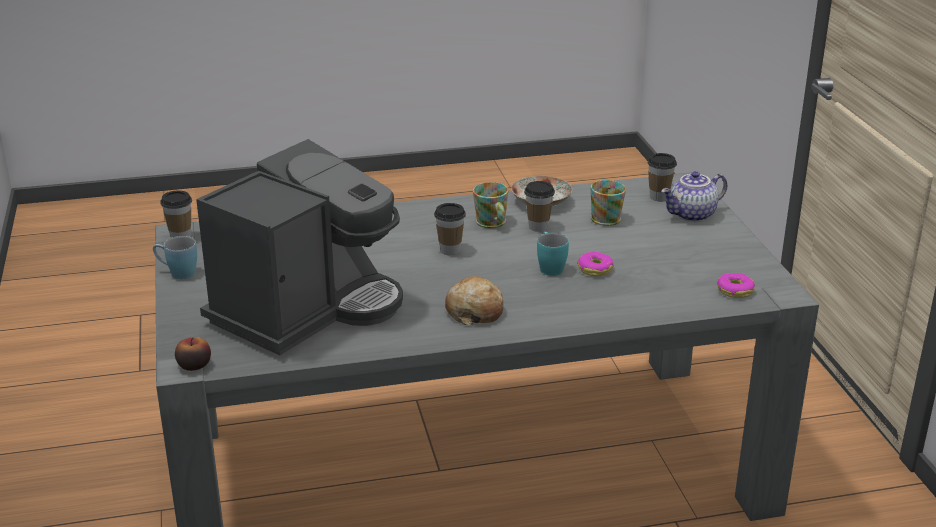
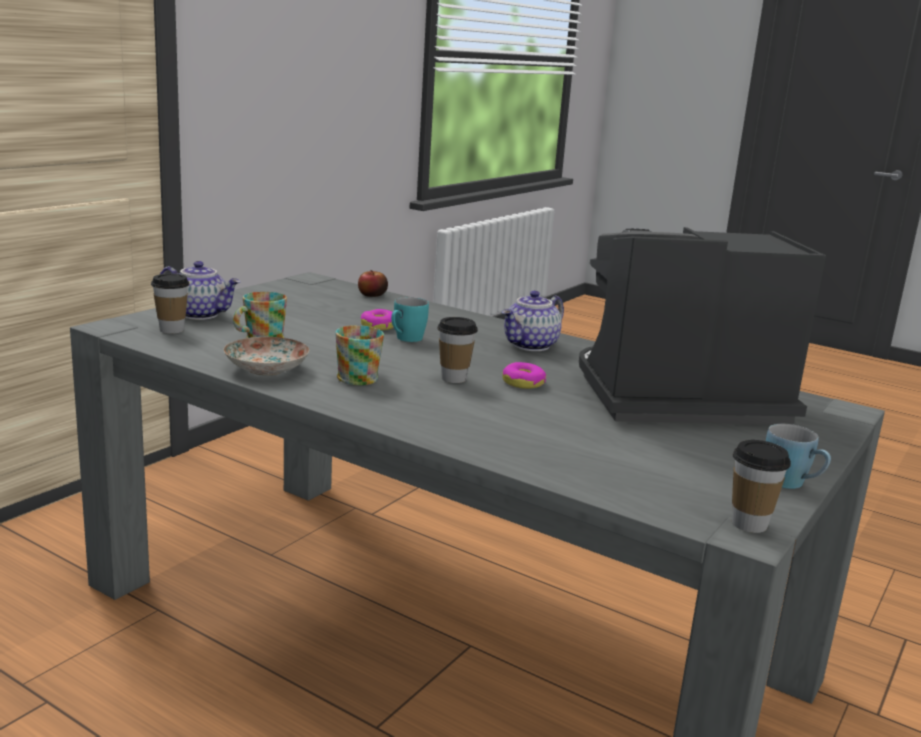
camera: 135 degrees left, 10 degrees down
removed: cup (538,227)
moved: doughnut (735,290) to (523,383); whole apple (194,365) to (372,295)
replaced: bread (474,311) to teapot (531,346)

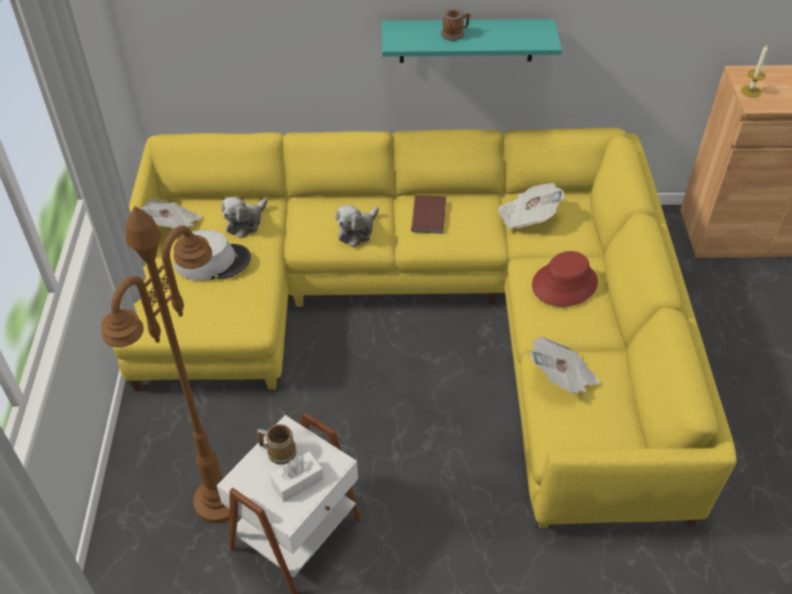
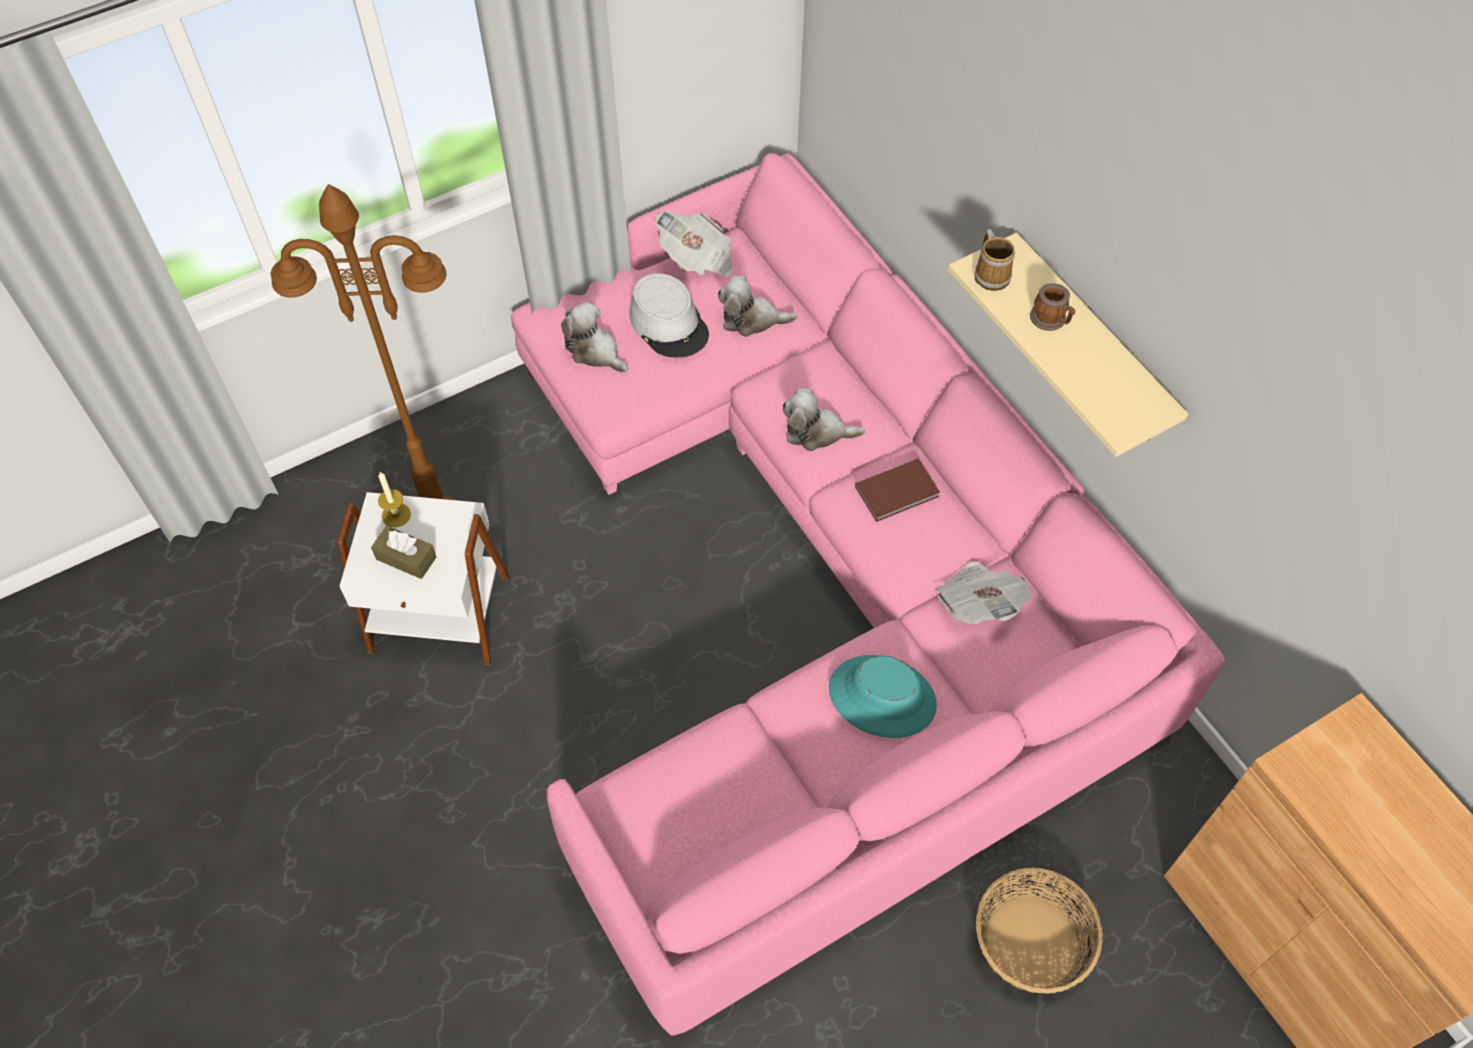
camera: 60 degrees right, 10 degrees up
removed: printed paper (562,378)
added: plush toy (595,351); storage basket (1030,940)
moved: candle (750,91) to (396,515); tea mug (280,451) to (992,274)
recoloured: blue-green shelf (466,40) to beige shelf (1091,343); yellow-coloured settee (426,311) to pink settee (823,584); reddish wearable hat (564,284) to blue-green wearable hat (882,696); whitish tissue holder (297,481) to brownish tissue holder (406,558)

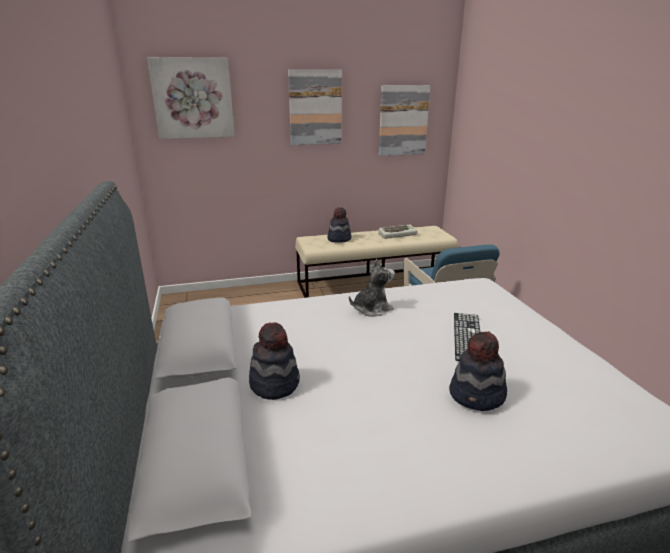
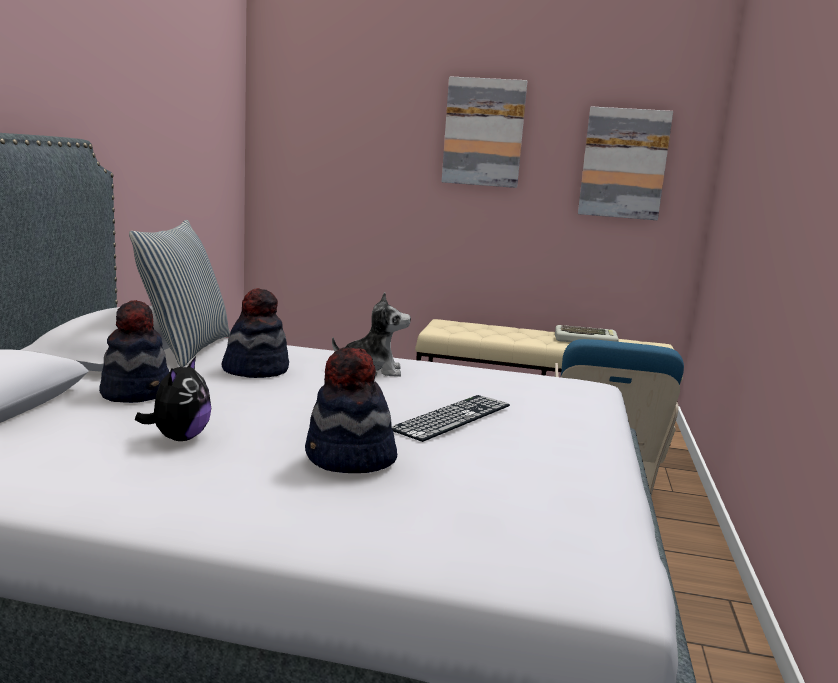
camera: 25 degrees right, 10 degrees down
removed: wall picture (193,98)
added: cushion (185,349); plush toy (179,438)
moved: wearable hat (339,239) to (256,370)

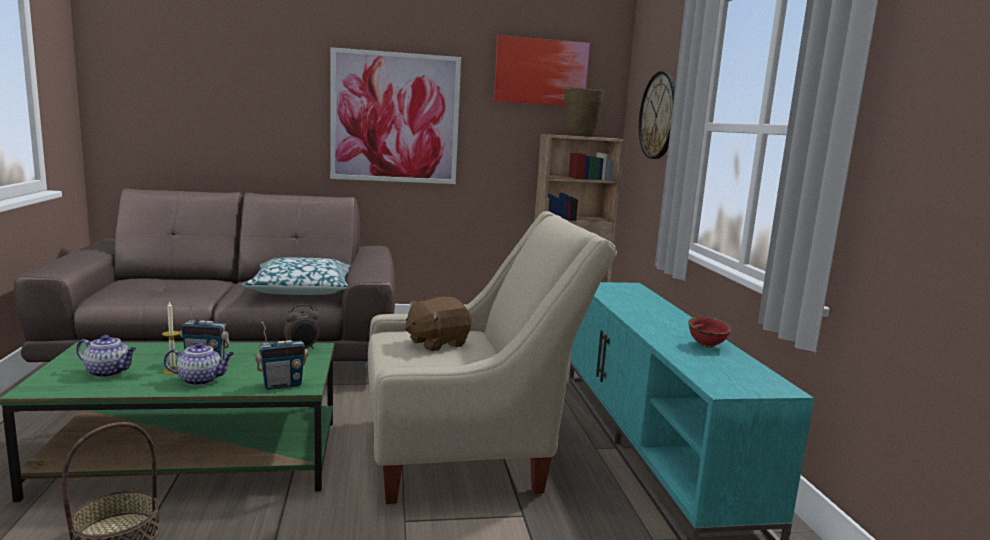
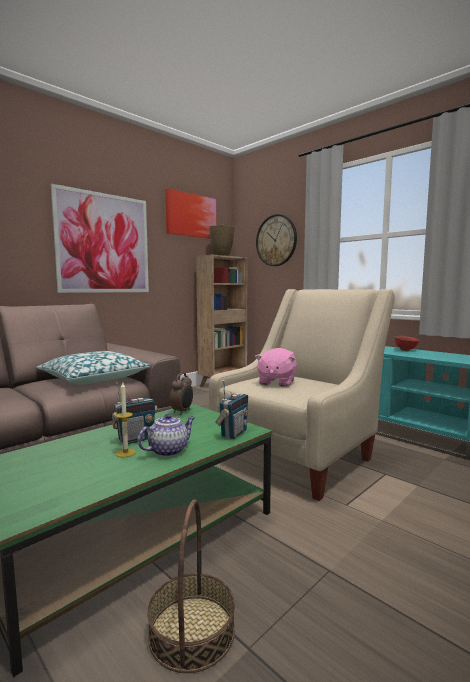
camera: 35 degrees left, 5 degrees down
removed: teapot (109,372)
recoloured: brownish plush toy (436,343) to pink plush toy (276,382)

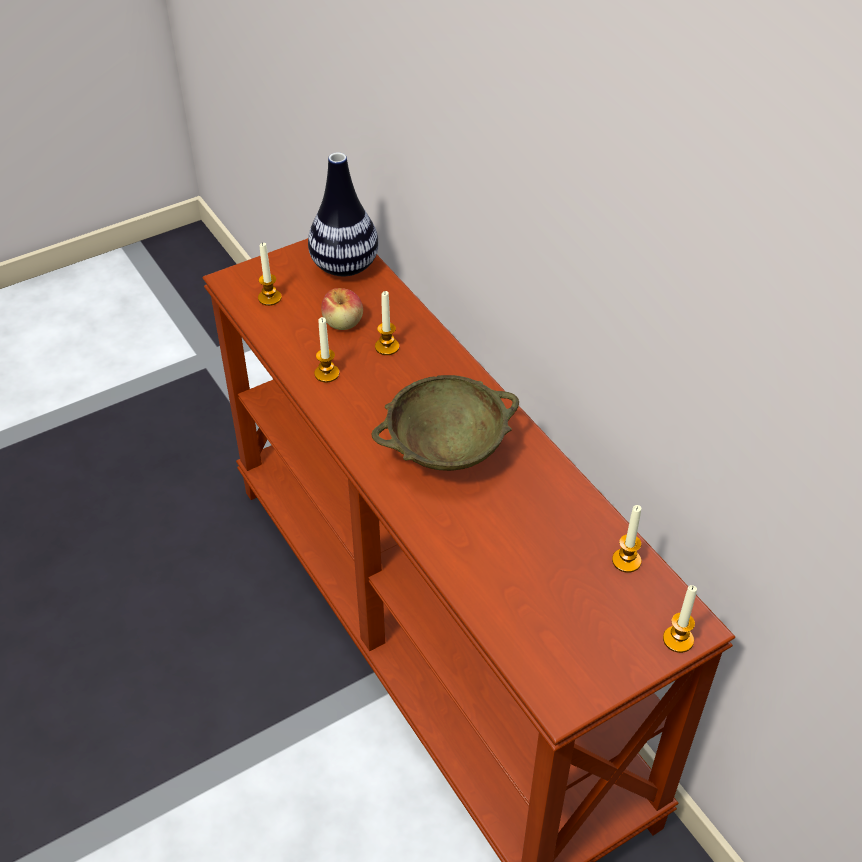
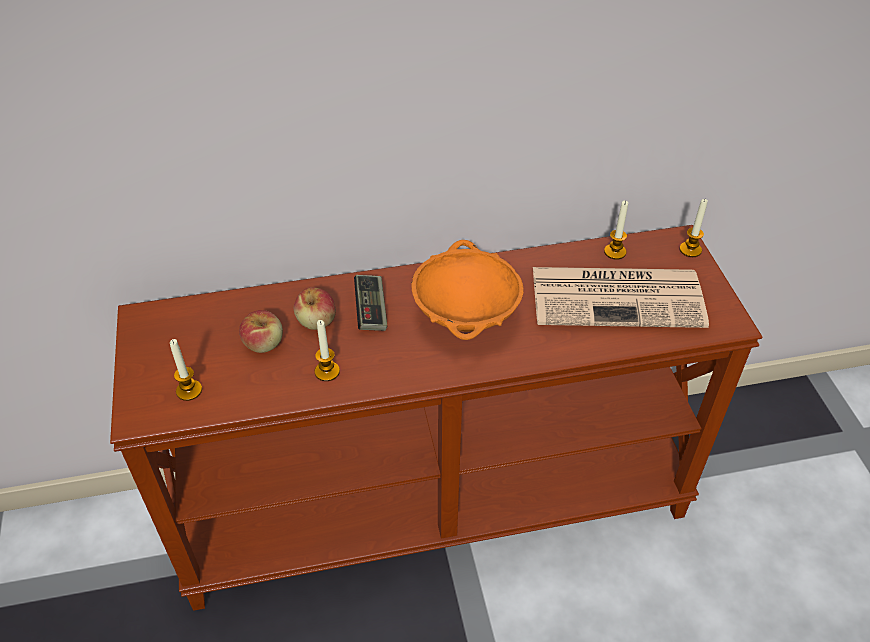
camera: 70 degrees left, 0 degrees up
removed: decorative vase (344,266)
added: printed paper (619,297); gamepad (371,310)
replaced: candle (387,347) to whole apple (316,321)
recoloured: beige bowl (446,452) to orangey bowl (465,317)

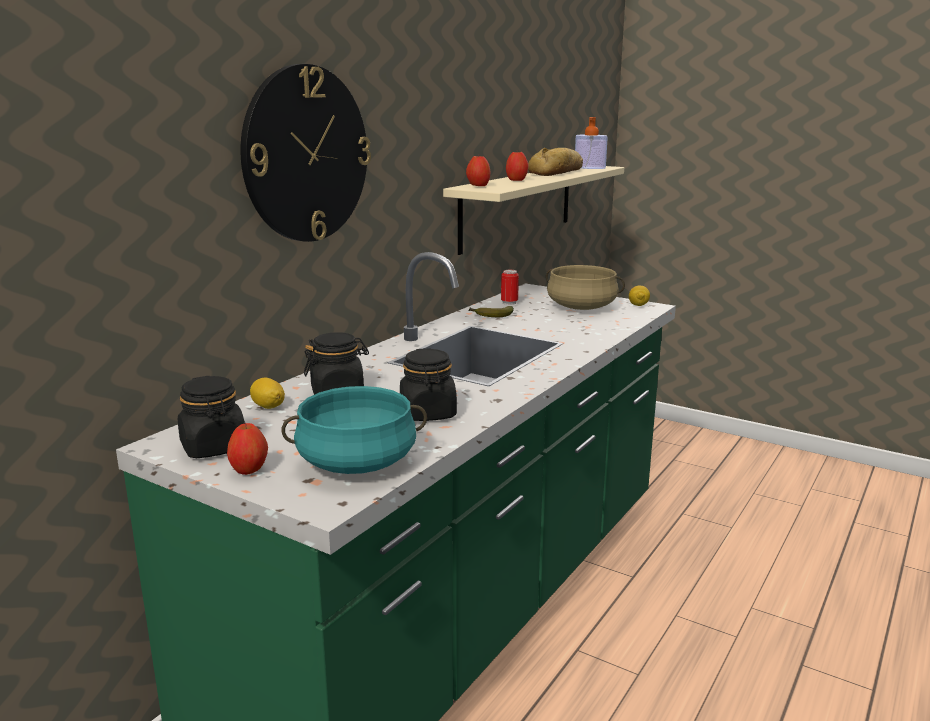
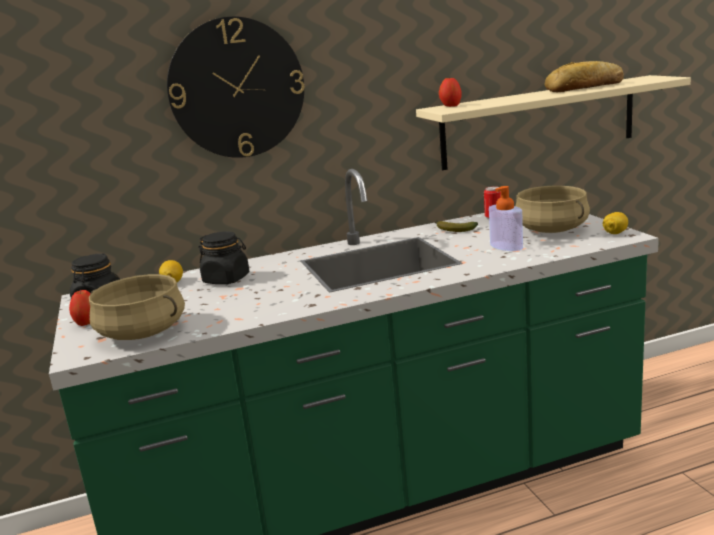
camera: 40 degrees right, 0 degrees up
removed: whole apple (516,180); black jar (428,413)
moved: liquid soap bottle (589,168) to (506,246)
recoloured: blue-green cooking pot (356,463) to beige cooking pot (141,333)

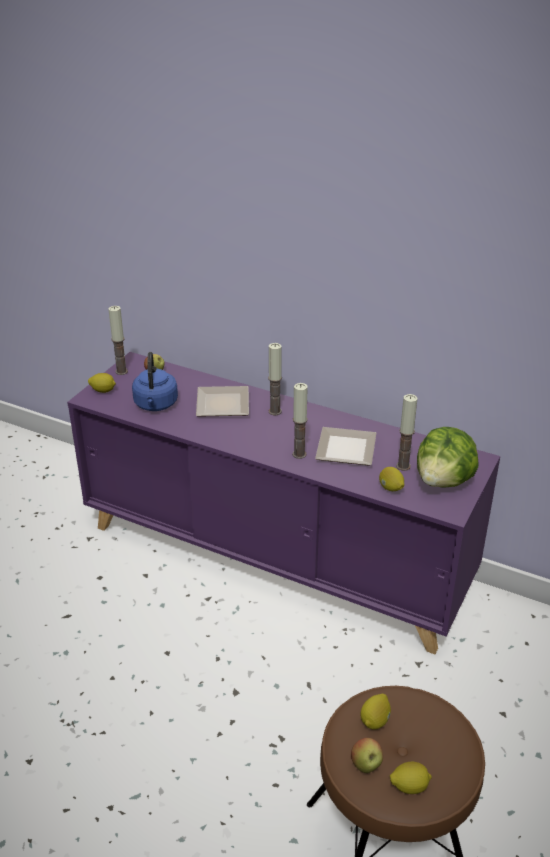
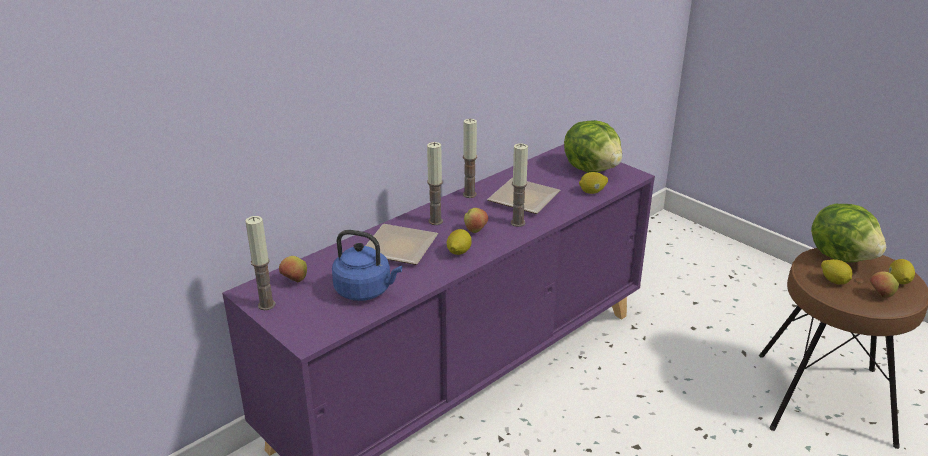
camera: 70 degrees left, 5 degrees down
added: lettuce (842,256); whole apple (475,231)
moved: citrus fruit (103,391) to (458,252); candle (403,466) to (469,194)

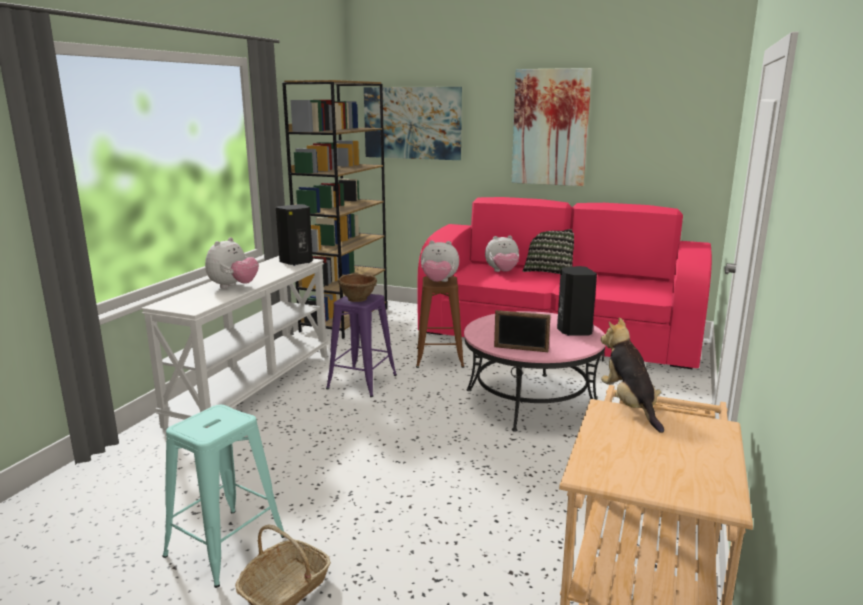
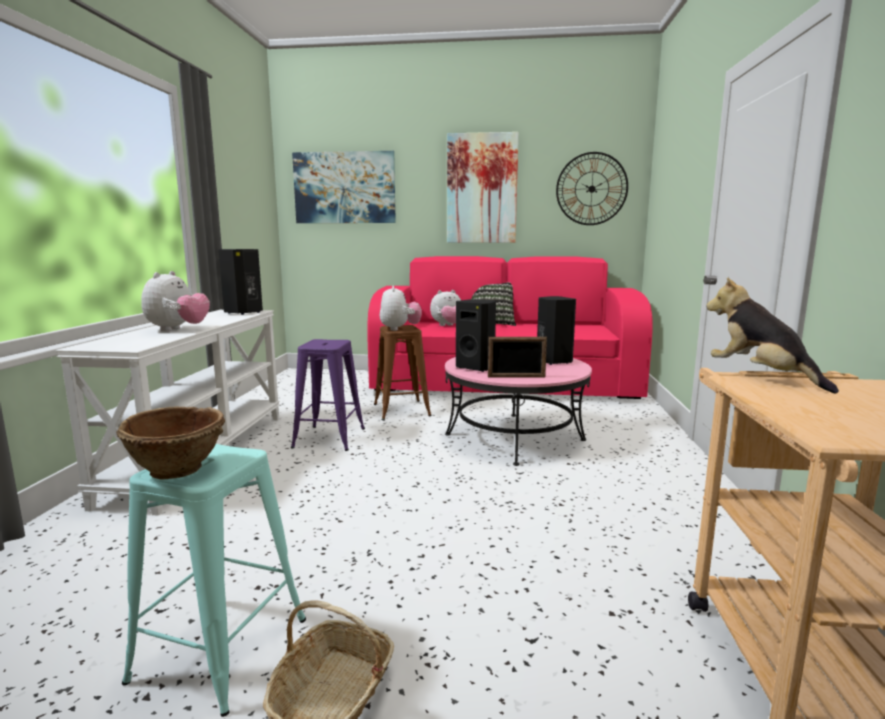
camera: 15 degrees left, 5 degrees down
removed: brownish shelving unit (345,319)
added: wall clock (591,189); black audio speaker (476,367)
moved: brownish bowl (358,299) to (179,469)
turned: plush toy (439,282) = (400,329) 90 degrees counterclockwise

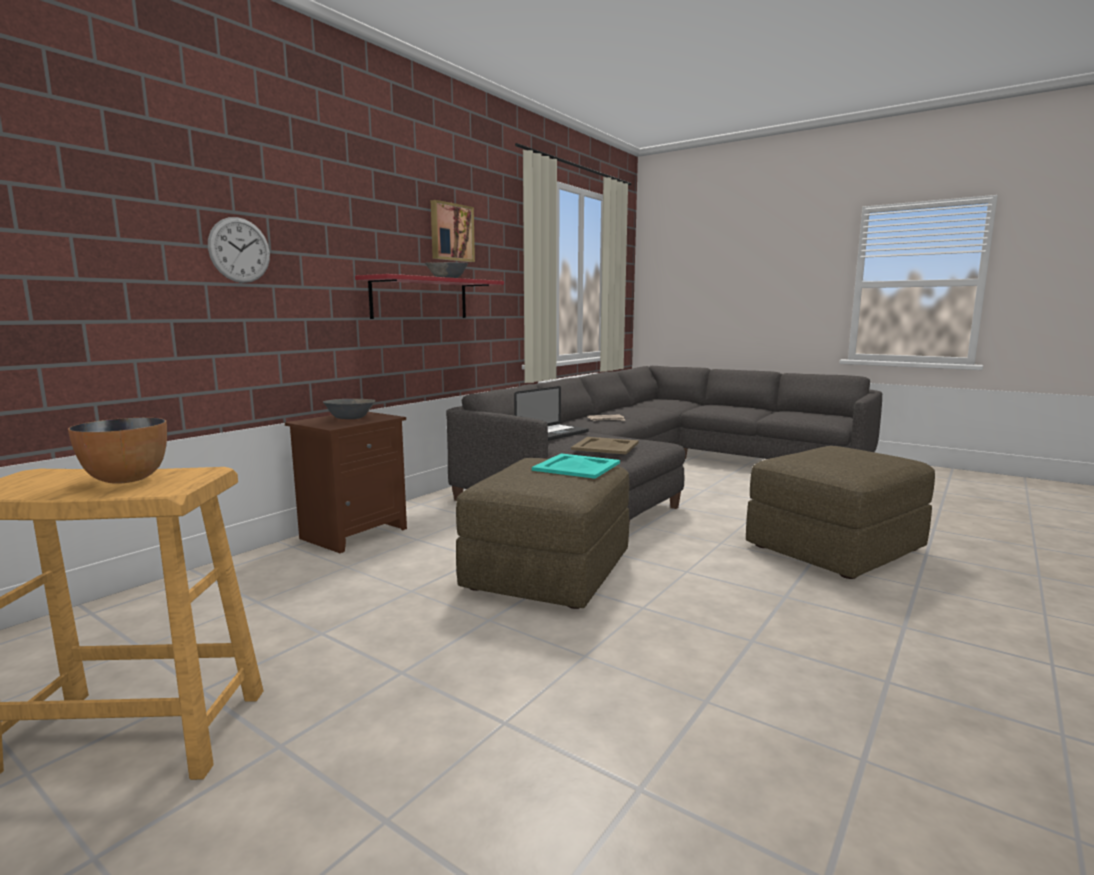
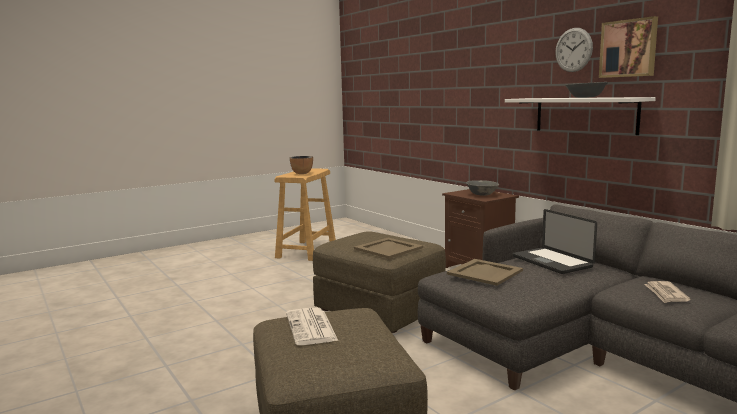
camera: 110 degrees right, 0 degrees up
added: printed paper (311,327)
moved: wall clock (239,250) to (573,50)
recoloured: reddish shelf (420,298) to whitish shelf (585,115); blue-green carrying tray (576,466) to beige carrying tray (388,248)

